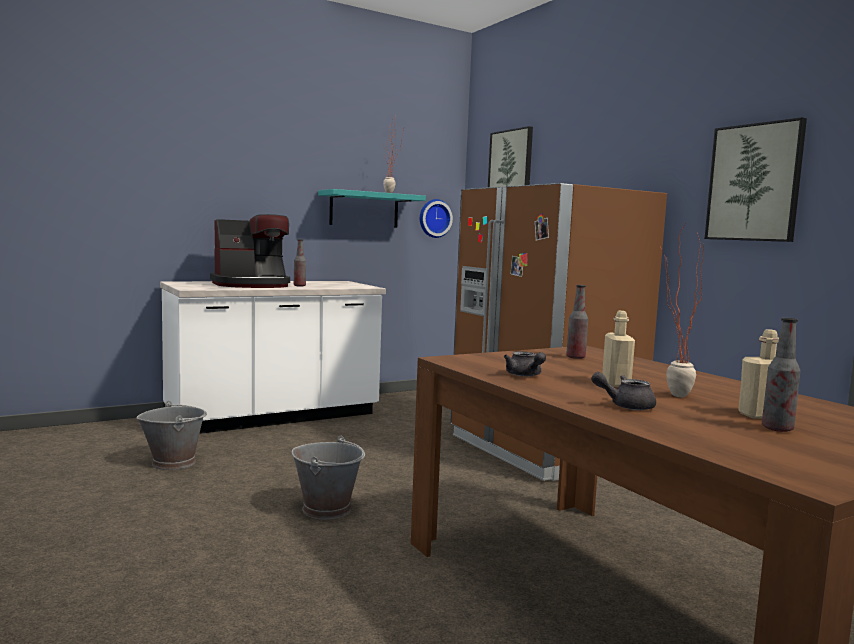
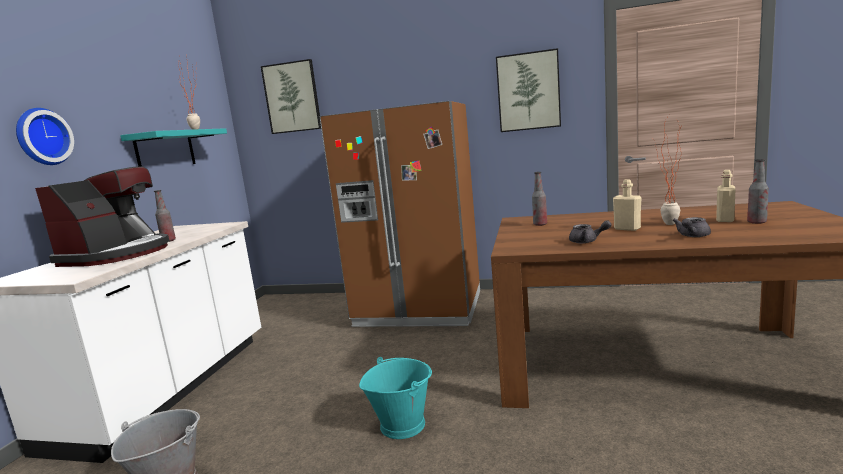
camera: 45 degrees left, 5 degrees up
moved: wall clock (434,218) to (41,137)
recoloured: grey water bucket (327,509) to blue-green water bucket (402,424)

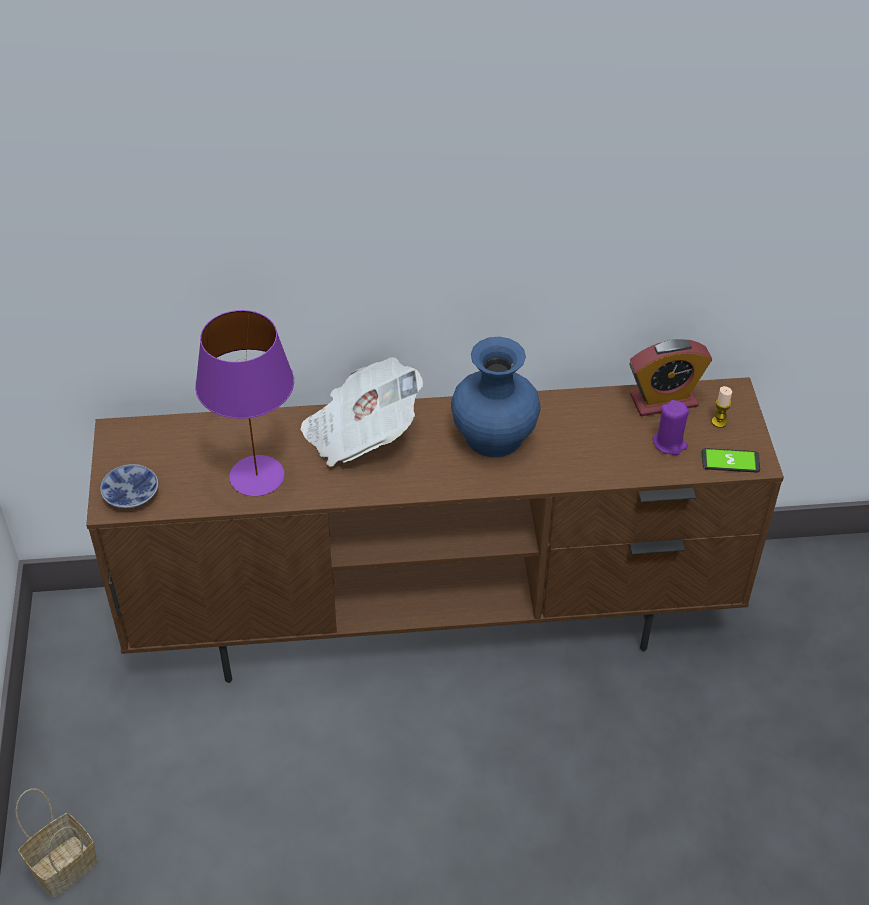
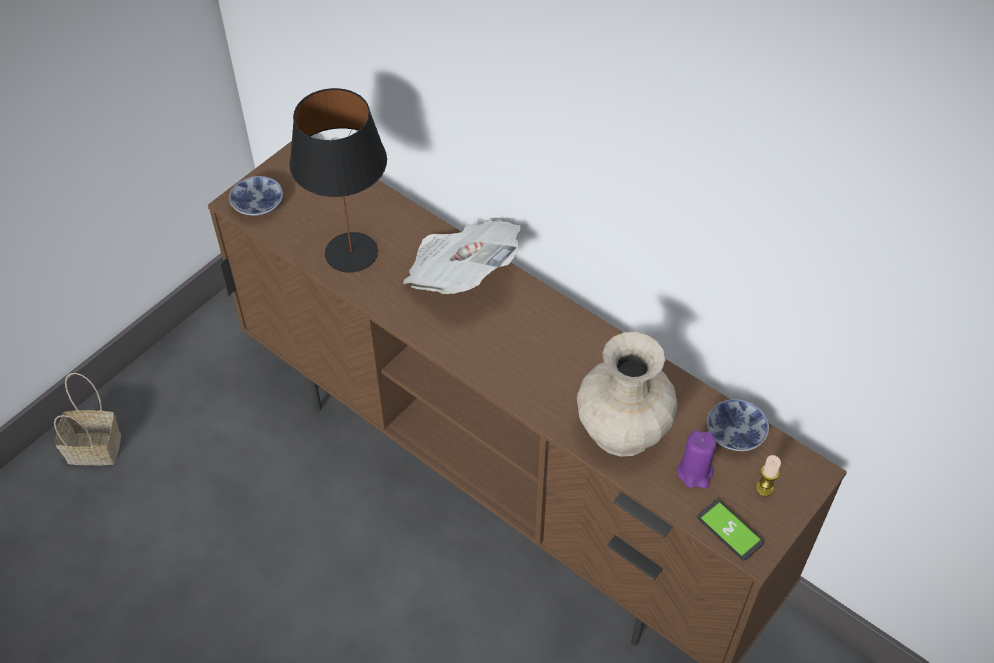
camera: 45 degrees right, 5 degrees up
removed: bluish decorative vase (493,435)
added: beige decorative vase (624,428)
replaced: bedside clock (663,400) to bowl (737,432)
recoloured: purple lamp for a table (258,475) to black lamp for a table (352,253)

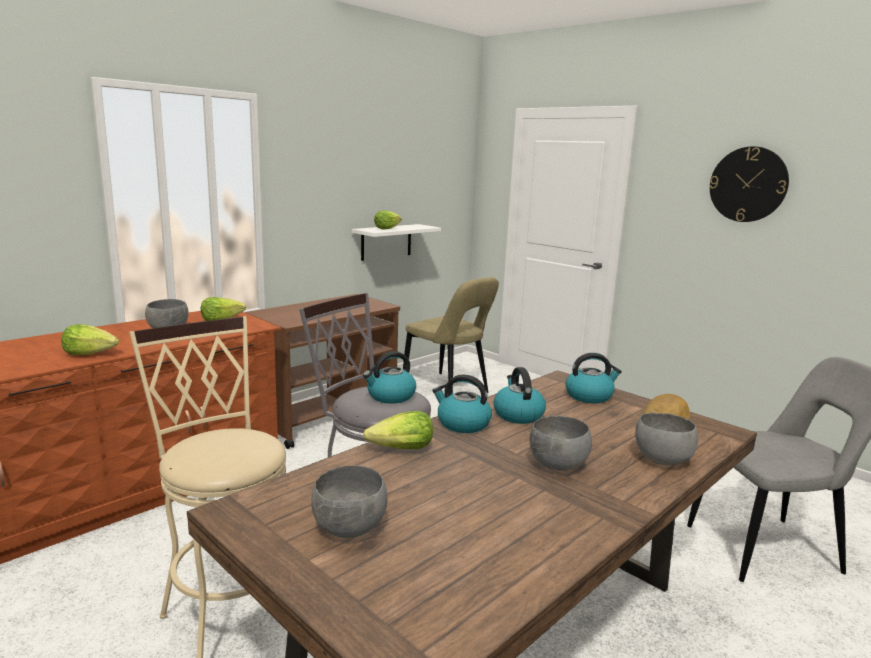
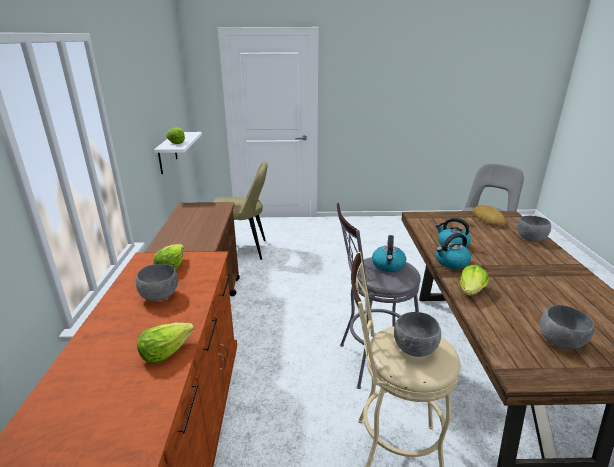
camera: 45 degrees left, 10 degrees up
removed: wall clock (748,184); water kettle (589,396)
moved: grey bowl (557,466) to (415,350)

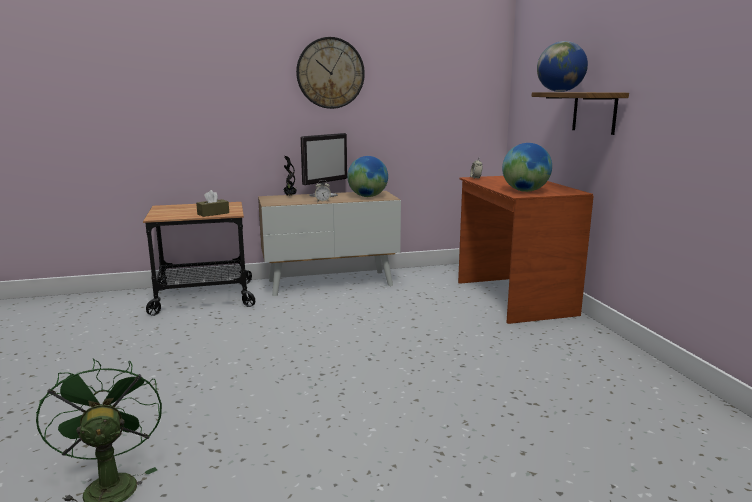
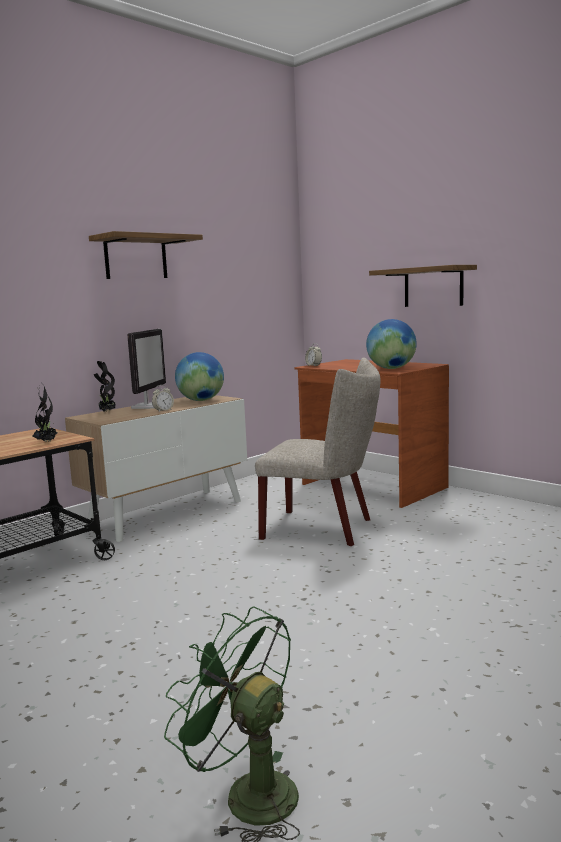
camera: 30 degrees left, 5 degrees down
removed: world globe (559,91)
added: beige upright chair (324,528)
replaced: wall clock (330,73) to shelf (136,258); brownish tissue holder (213,213) to potted plant (47,442)

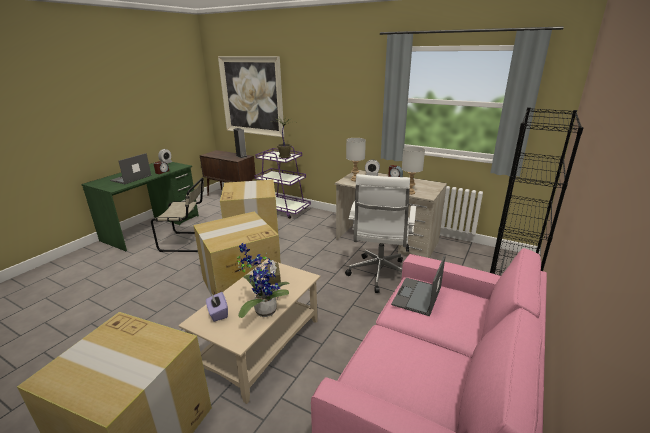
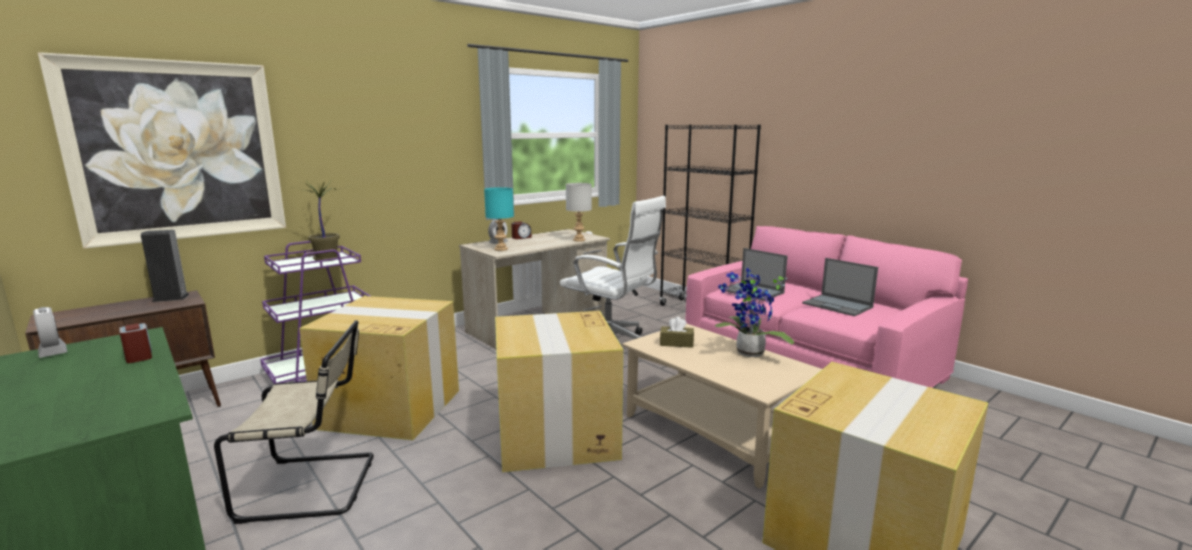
camera: 70 degrees left, 10 degrees down
removed: purple tissue holder (218,313)
moved: notebook computer (131,178) to (838,305)
recoloured: grey lamp for a table (354,179) to blue-green lamp for a table (500,249)
turned: beige upright chair (188,242) = (314,486) 60 degrees clockwise

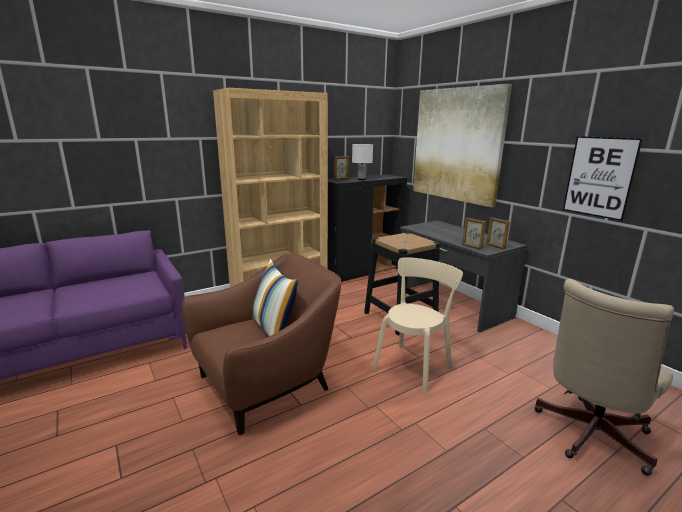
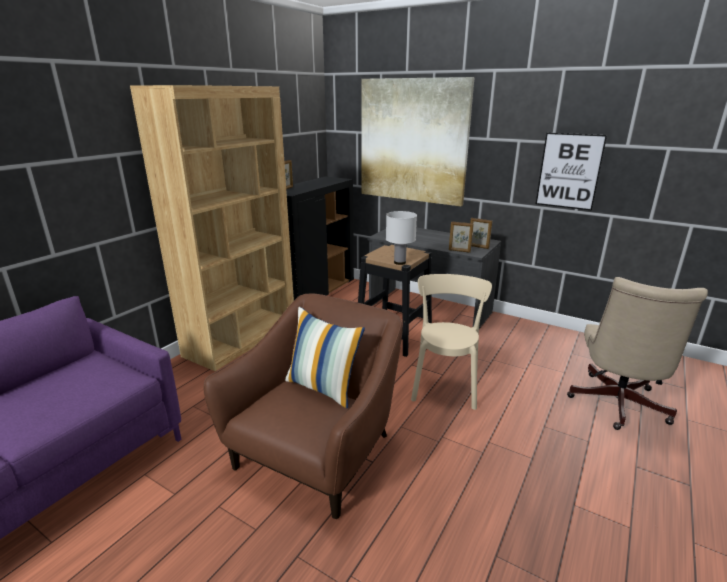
camera: 25 degrees left, 5 degrees up
moved: whitish lamp for a table (361,179) to (399,262)

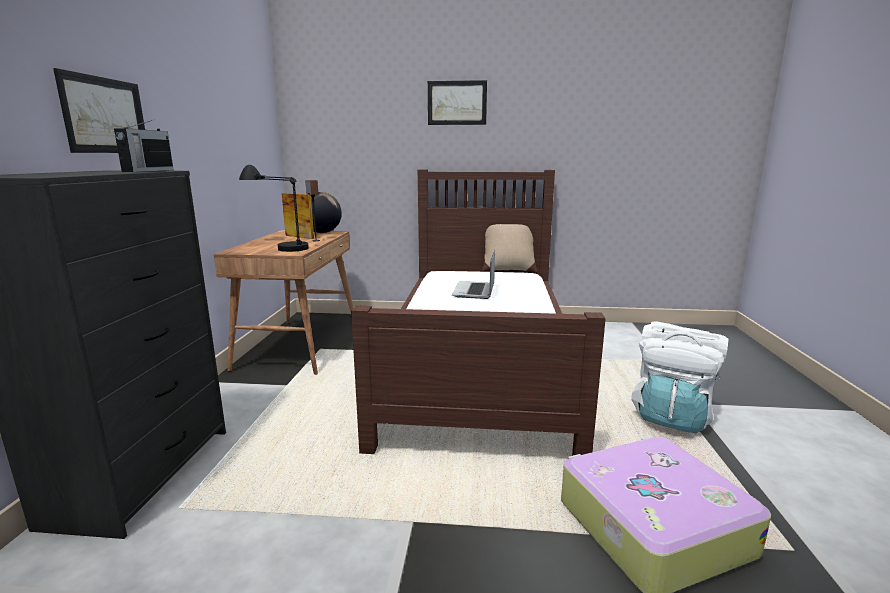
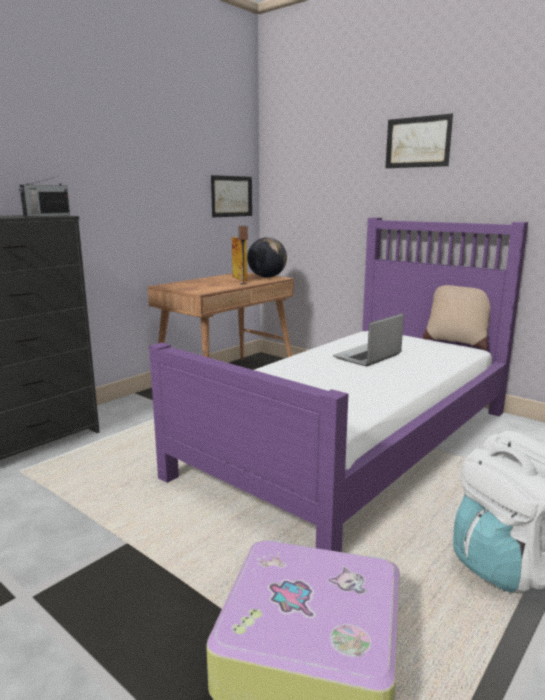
camera: 35 degrees right, 0 degrees up
removed: black lamp for a table (277,246)
moved: wall picture (105,115) to (231,196)
recoloured: brownish sleeping bed (479,367) to purple sleeping bed (354,441)

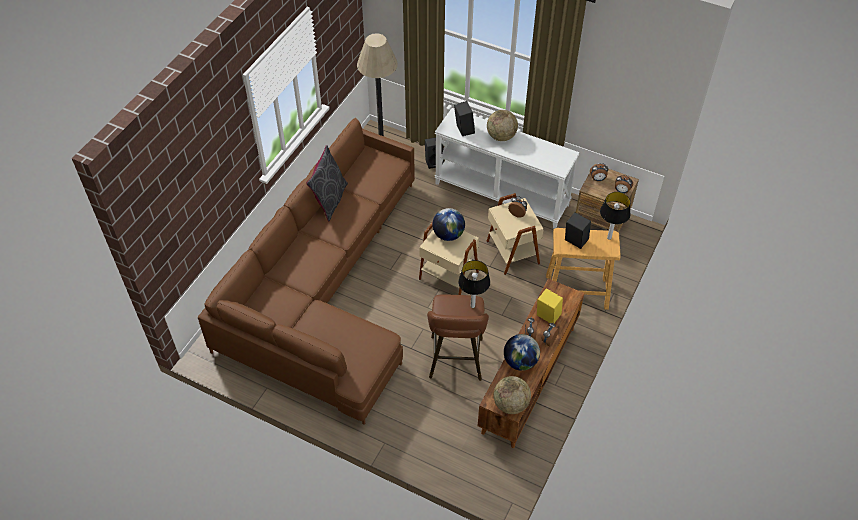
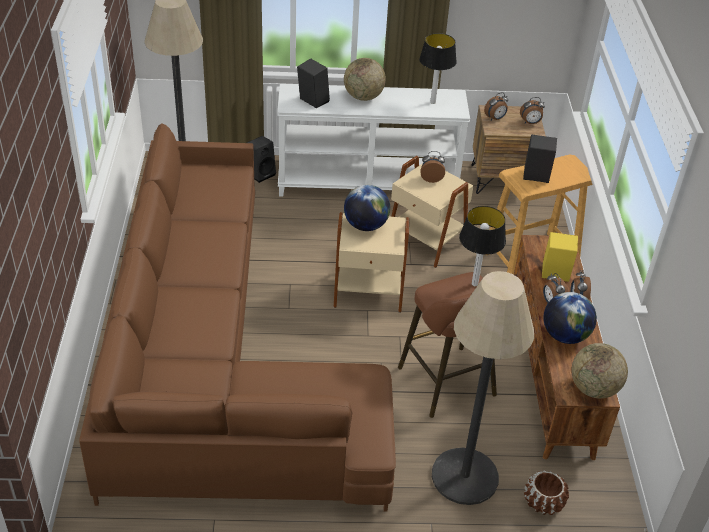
camera: 30 degrees left, 10 degrees down
removed: grey cushion (329,200)
added: floor lamp (464,476); brownish planter (544,502)
moved: lamp for a table (609,238) to (432,102)

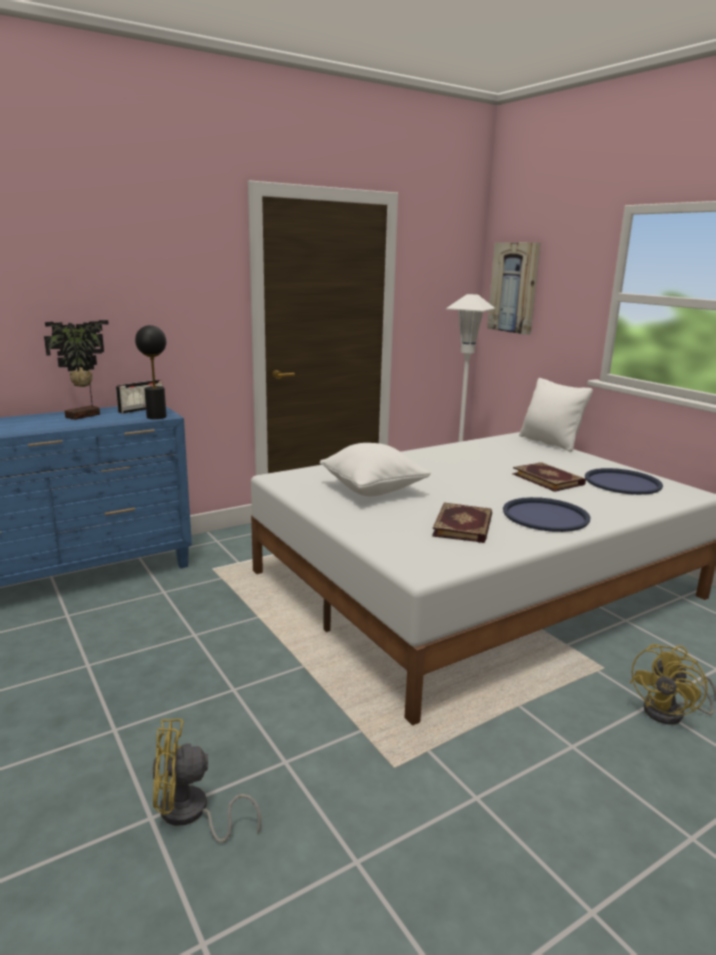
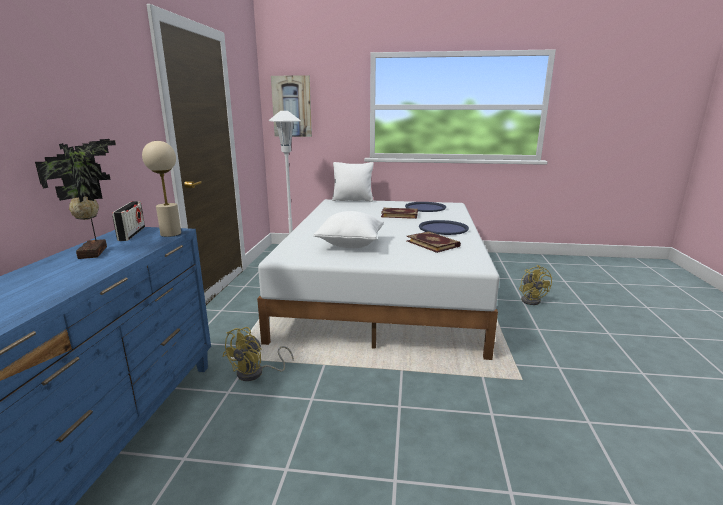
camera: 50 degrees left, 0 degrees up
moved: yellow-coloured cooling fan (191,814) to (256,373)
recoloured: black lamp for a table (156,417) to beige lamp for a table (171,234)

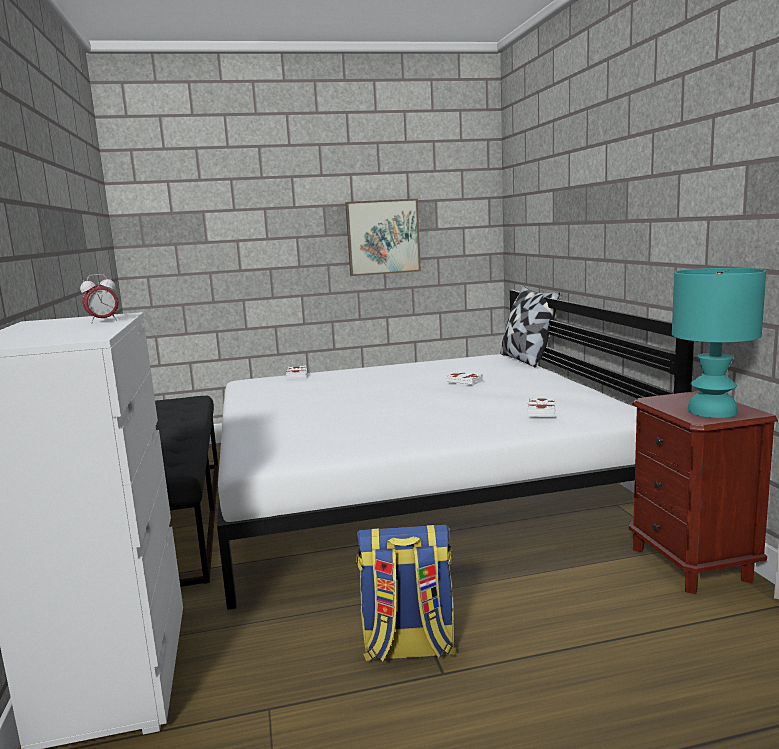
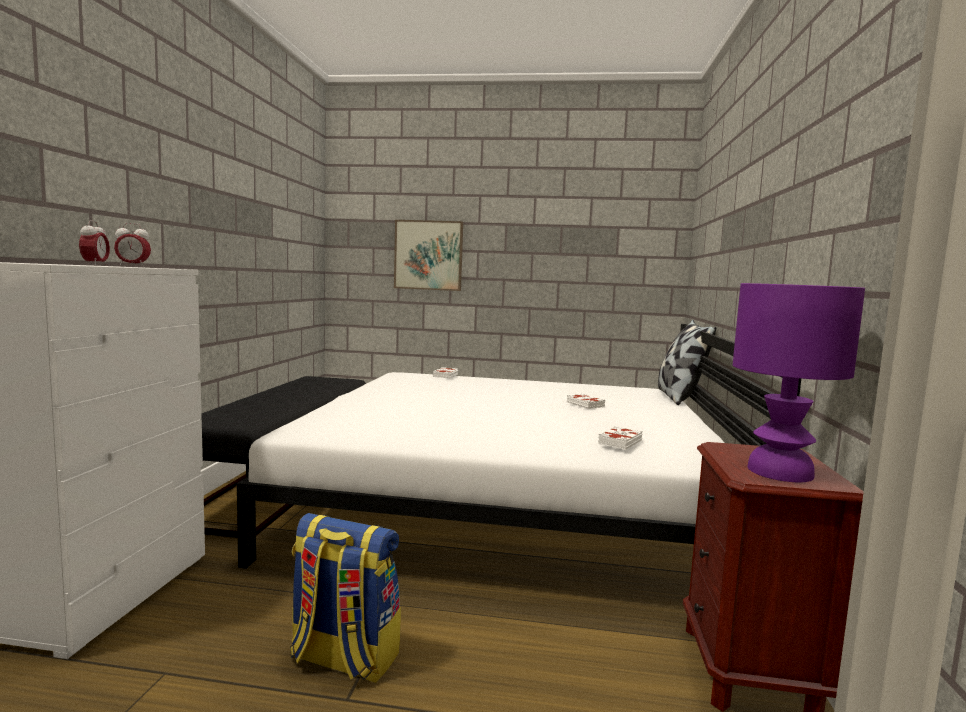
camera: 20 degrees right, 5 degrees down
added: bedside clock (95,265)
moved: wall picture (383,237) to (428,255)
recoloured: blue-green lamp for a table (710,411) to purple lamp for a table (778,471)

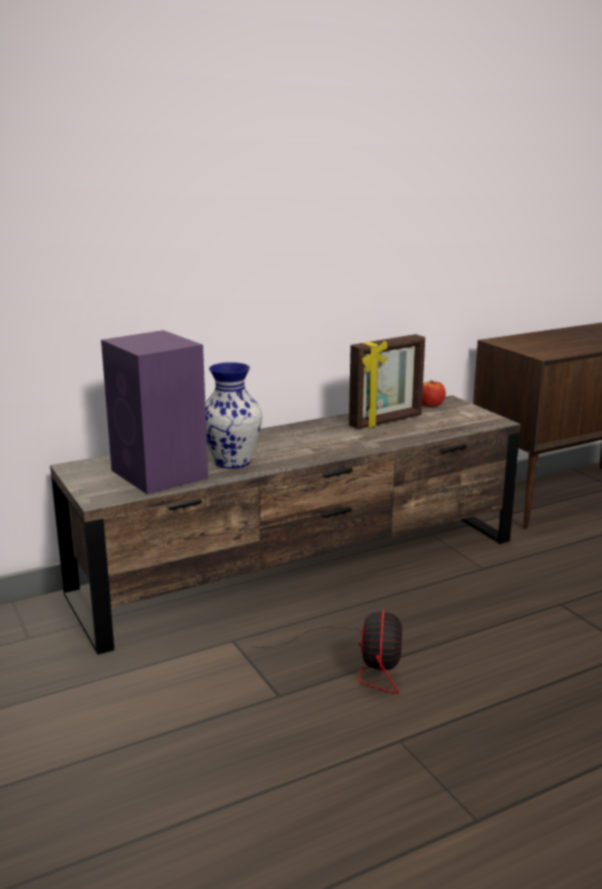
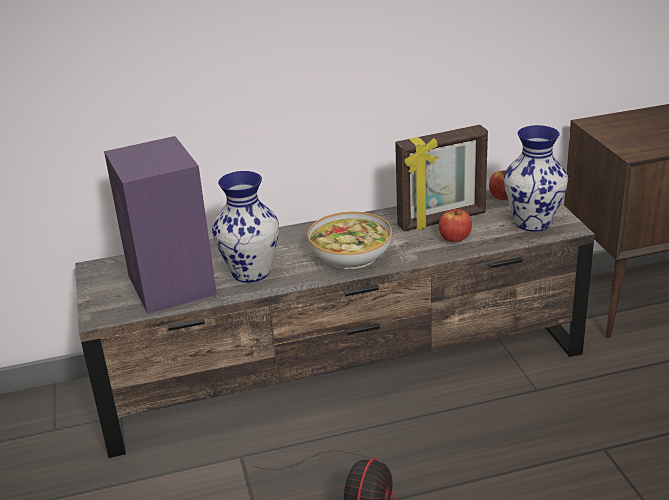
camera: 15 degrees right, 10 degrees up
added: decorative vase (534,223); whole apple (454,238); bowl (350,254)

